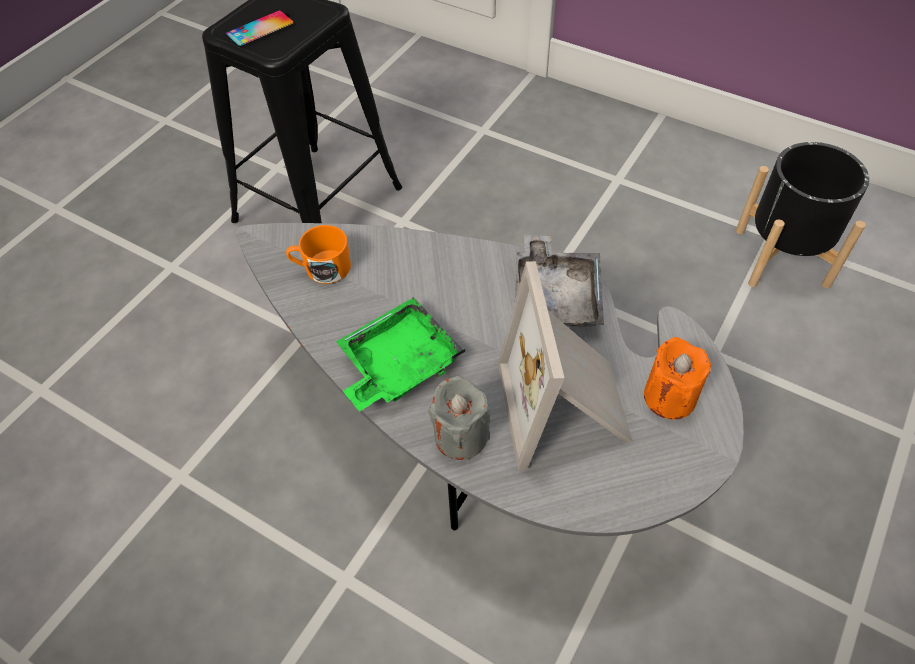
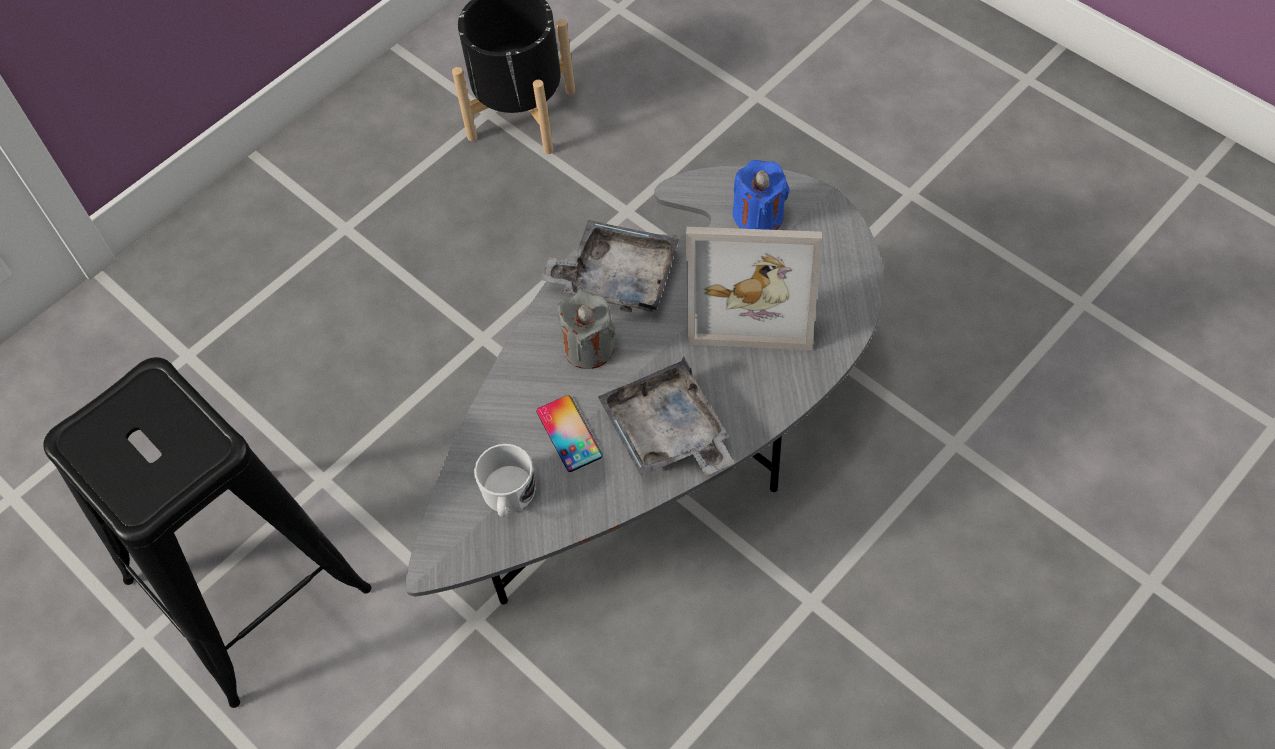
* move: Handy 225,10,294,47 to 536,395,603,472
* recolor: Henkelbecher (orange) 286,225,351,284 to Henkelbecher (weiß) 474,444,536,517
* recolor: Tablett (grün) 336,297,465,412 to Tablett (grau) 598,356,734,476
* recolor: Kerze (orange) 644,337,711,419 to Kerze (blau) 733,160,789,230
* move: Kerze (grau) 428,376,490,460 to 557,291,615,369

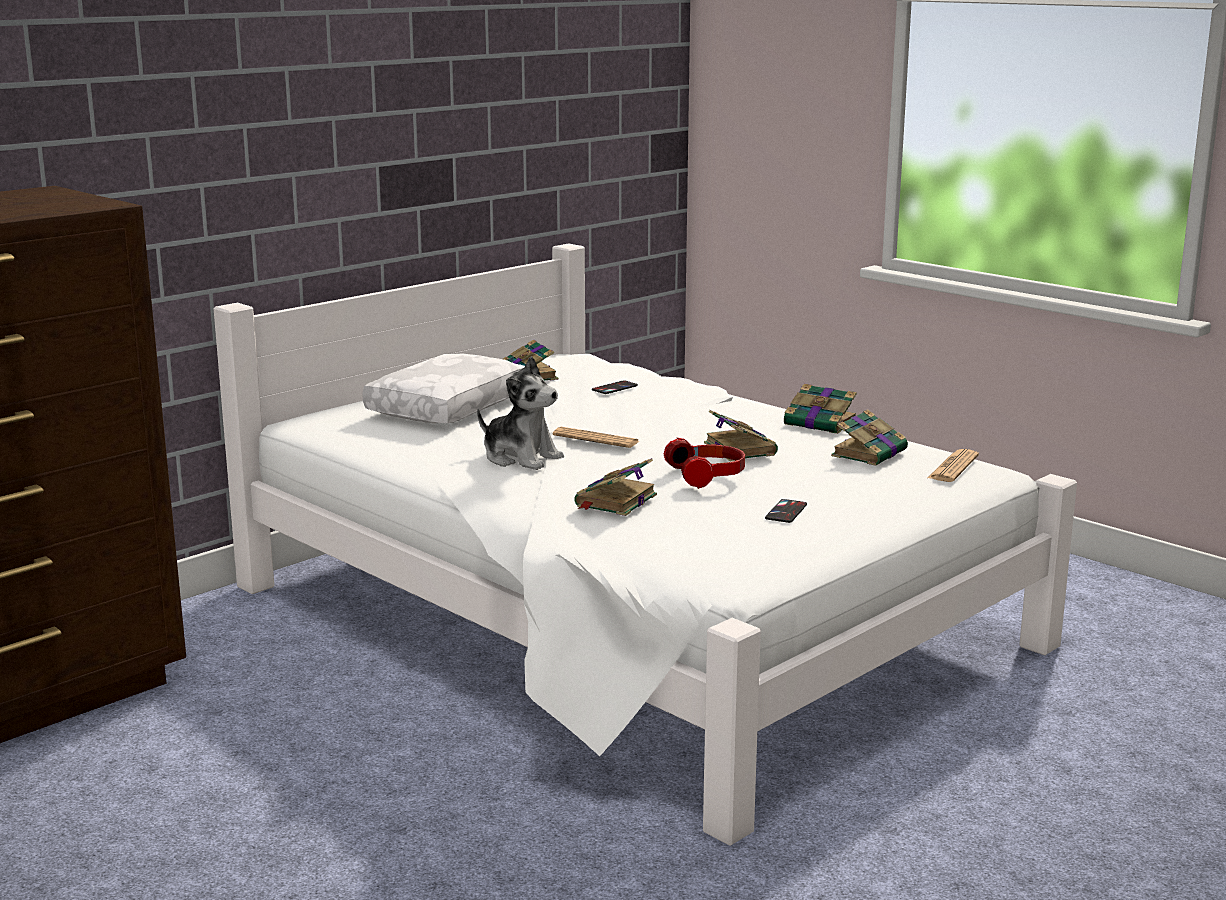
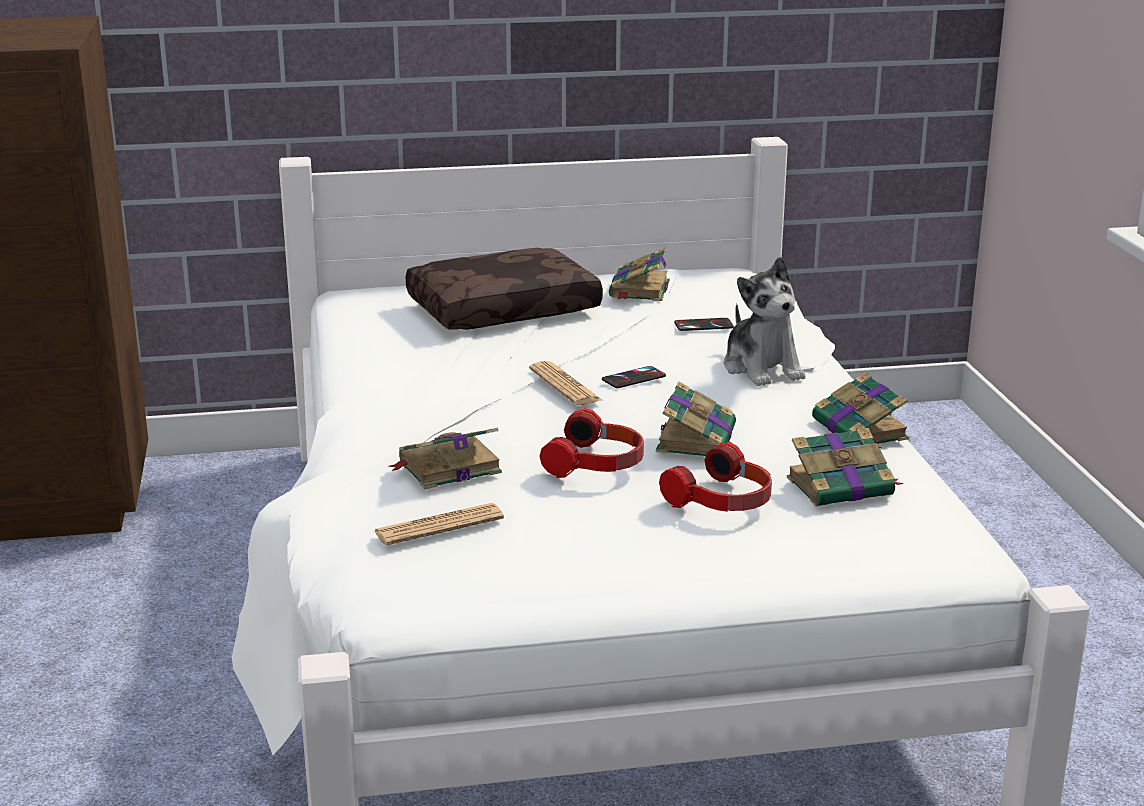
* recolor: Kissen (weiß) 362,354,525,424 to Kissen (braun) 406,248,603,330
* move: Plüschtier 477,356,564,470 to 724,257,806,386
* move: Zeitung 928,449,979,482 to 374,503,504,545
* move: Handy 765,499,807,523 to 602,366,666,388
* insert: Kopfhörer 659,442,772,512

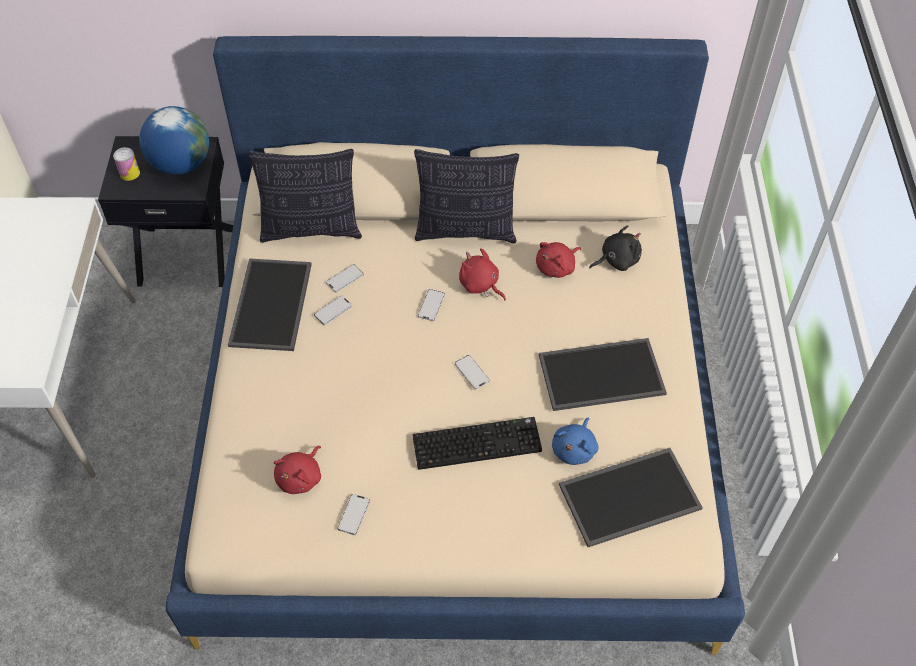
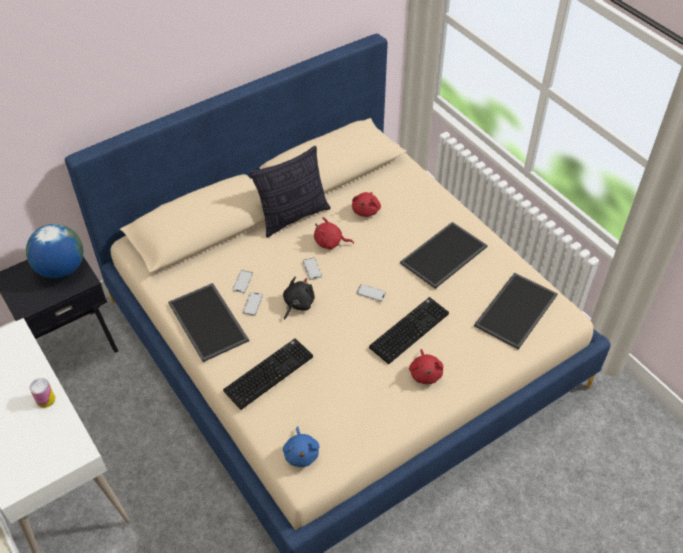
* move: Dose 113,147,140,181 to 29,378,55,408
* delete: Kissen 248,149,362,243
* move: Plüschtier (schwarz) 589,225,642,271 to 283,276,315,320
* move: Plüschtier (blau) 552,418,598,465 to 283,426,319,467
* move: Plüschtier (rot) 274,446,321,494 to 409,349,443,384
* delete: Handy 338,494,370,535
* insert: Tastatur 223,338,313,410

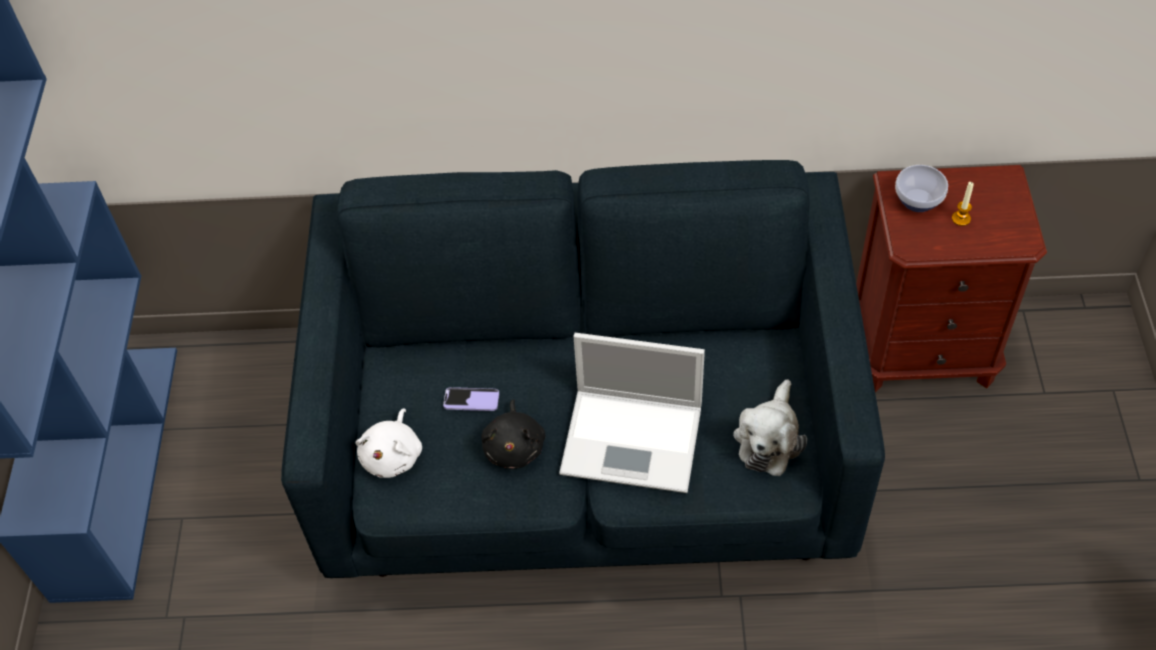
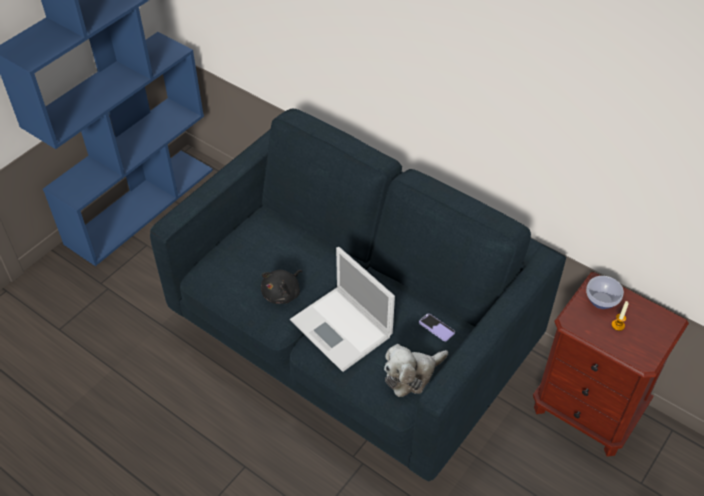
* move: Handy 443,387,499,411 to 419,313,455,341
* delete: Plüschtier (weiß) 355,408,422,478

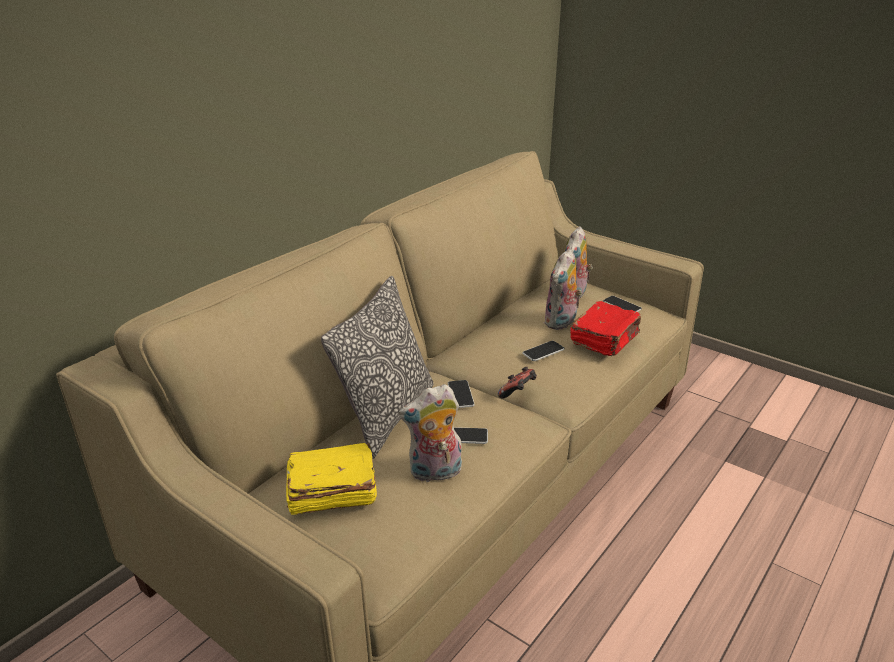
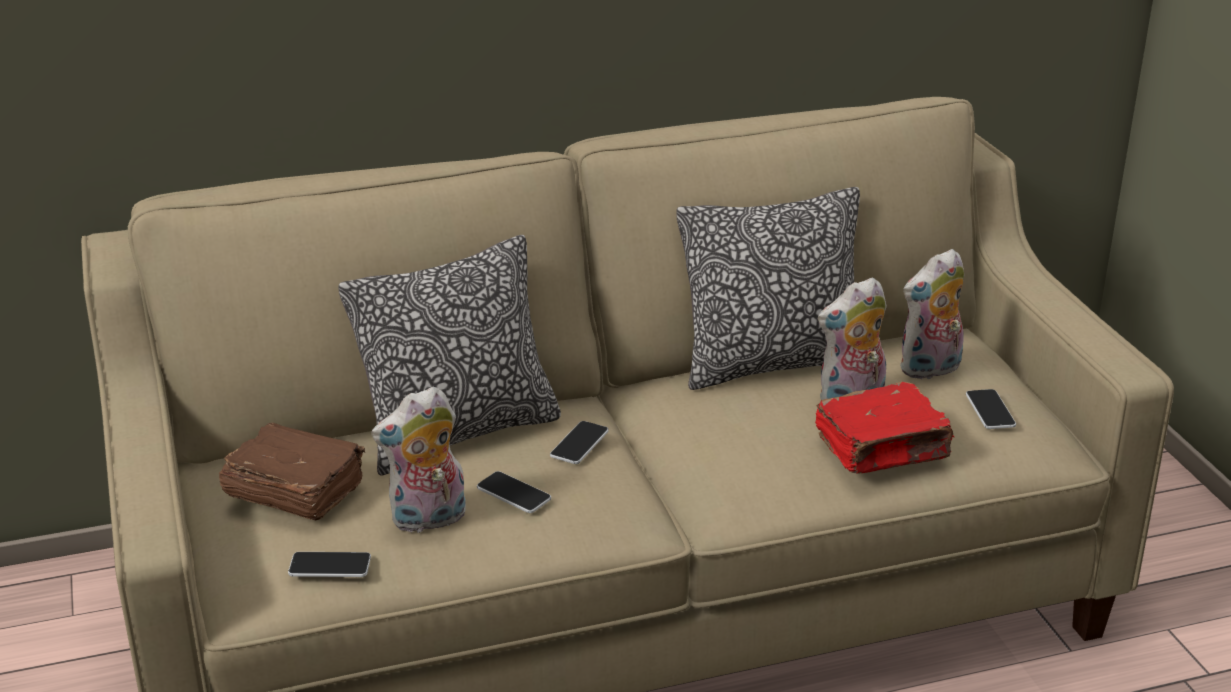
* move: Handy 522,341,564,361 to 288,552,371,577
* delete: Gamepad 498,367,537,398
* rotate: Plüschtier 399,384,462,483 = 371,387,466,534 45 degrees counterclockwise
* recolor: Buch (gelb) 286,443,377,515 to Buch (braun) 219,423,365,520
* insert: Kissen 676,187,860,390

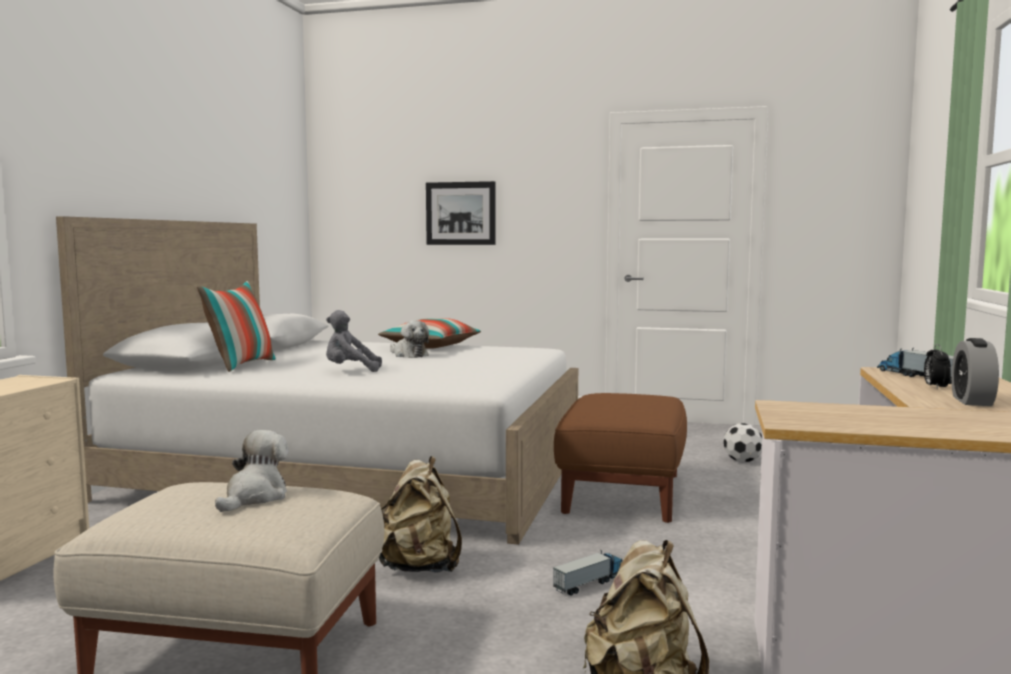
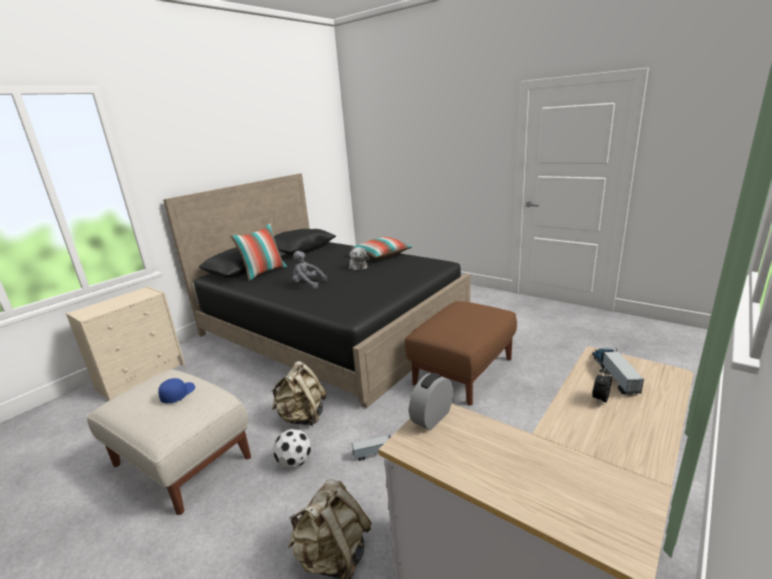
* delete: Bild 426,181,495,245
* recolor: Bett (weiß) 56,216,578,545 to Bett (schwarz) 163,173,470,408
* move: Wecker 951,338,999,406 to 409,373,453,430
* move: Fußball 723,423,762,462 to 273,429,311,468
* replace: Plüschtier 215,430,289,512 to Kappe (blau) 158,378,195,403

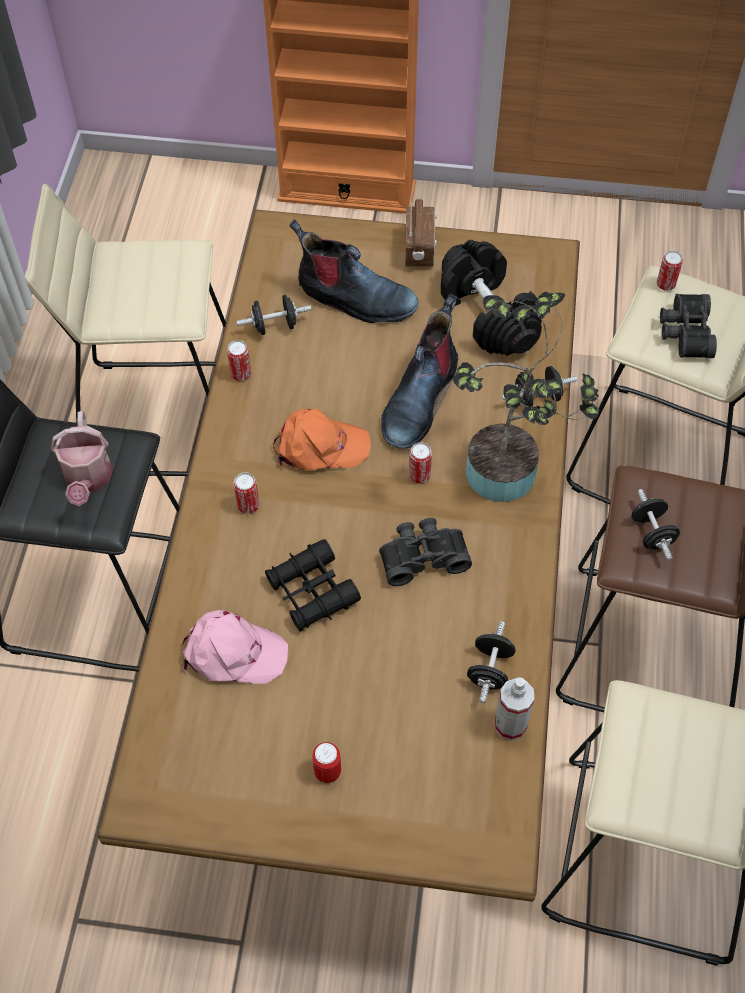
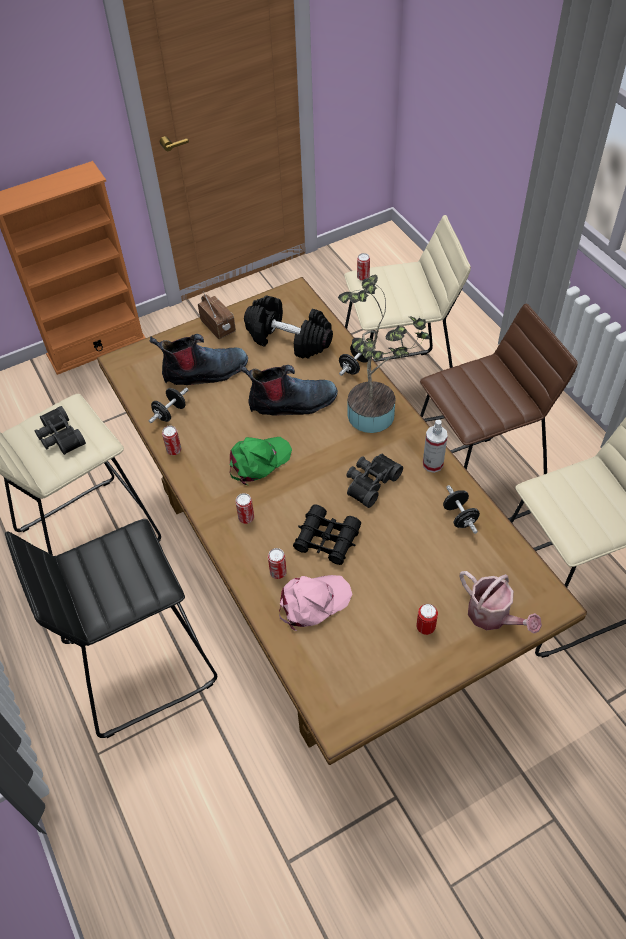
* rotate: Stiefel 381,294,458,449 = 240,364,338,415 90 degrees counterclockwise
* move: Fernglas (schwarz) 660,294,717,358 to 35,406,86,455
* recolor: Kappe (orange) 273,408,371,470 to Kappe (grün) 230,437,292,485
* move: Gießkanne 51,411,114,506 to 459,571,542,634
* move: Dose 409,442,432,484 to 268,548,287,579
* delete: Hantel (schwarz) 631,489,680,560
* move: Sprühflasche 495,677,534,741 to 423,420,448,473

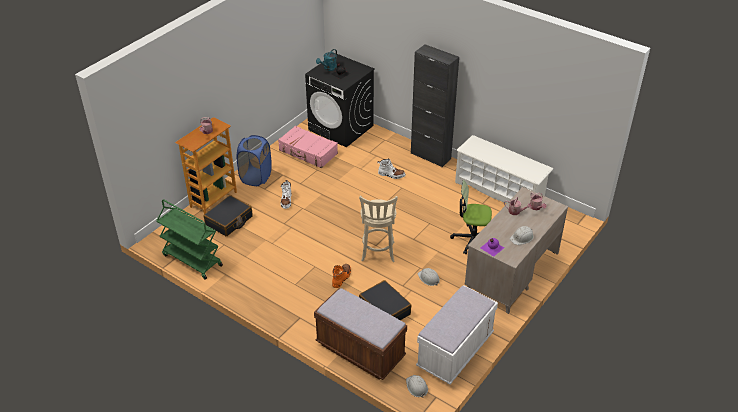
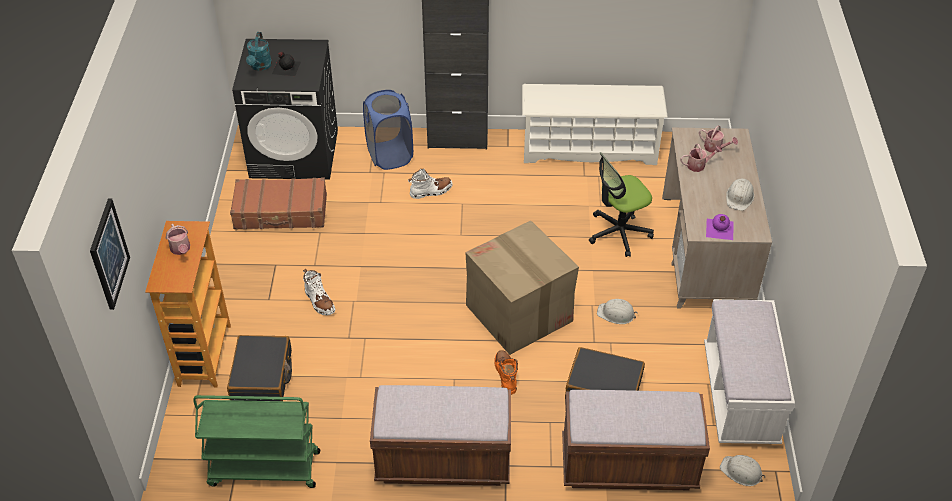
* recolor: Koffer (rosa) 278,126,338,168 to Koffer (braun) 230,178,327,229
* move: Wäschekorb (blau) 237,135,272,186 to 363,90,413,170
* replace: Hocker (beige) 359,195,398,262 to Karton 465,221,579,355
* insert: Bild 90,198,130,310
* insert: Bank (braun) 370,385,511,486

